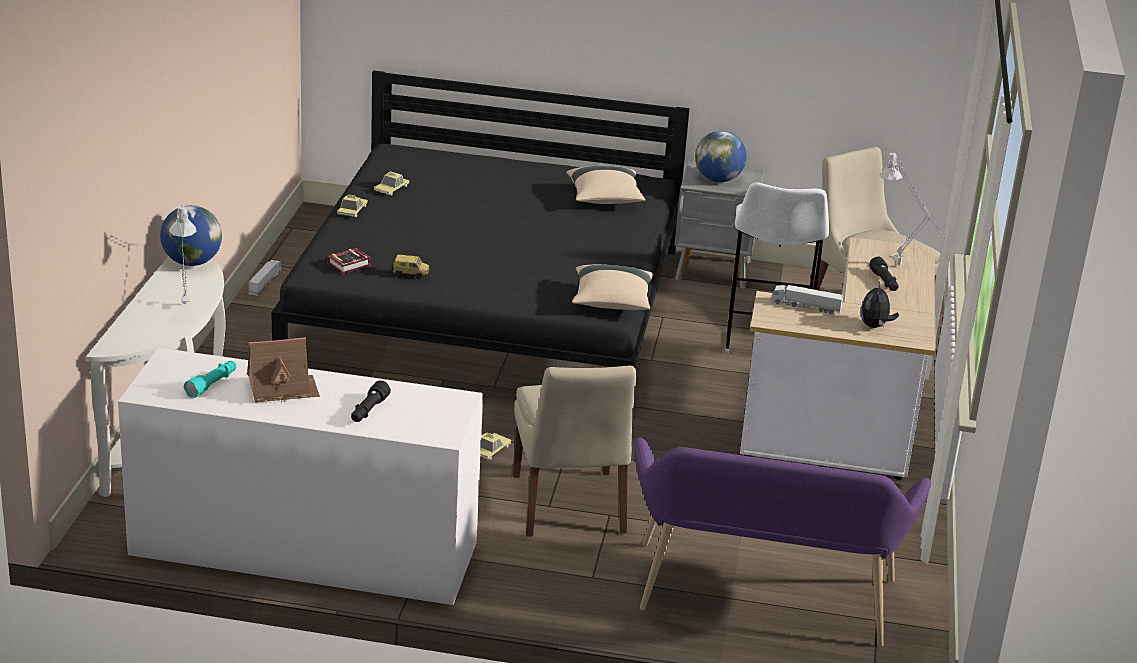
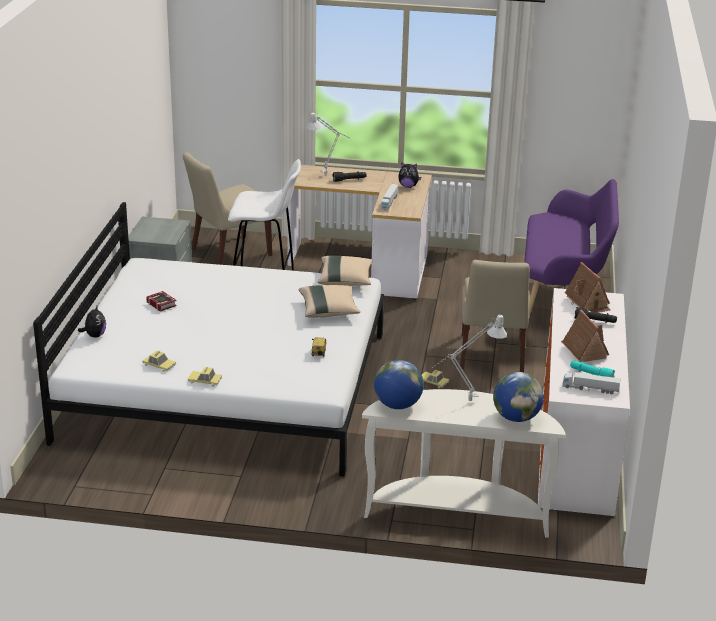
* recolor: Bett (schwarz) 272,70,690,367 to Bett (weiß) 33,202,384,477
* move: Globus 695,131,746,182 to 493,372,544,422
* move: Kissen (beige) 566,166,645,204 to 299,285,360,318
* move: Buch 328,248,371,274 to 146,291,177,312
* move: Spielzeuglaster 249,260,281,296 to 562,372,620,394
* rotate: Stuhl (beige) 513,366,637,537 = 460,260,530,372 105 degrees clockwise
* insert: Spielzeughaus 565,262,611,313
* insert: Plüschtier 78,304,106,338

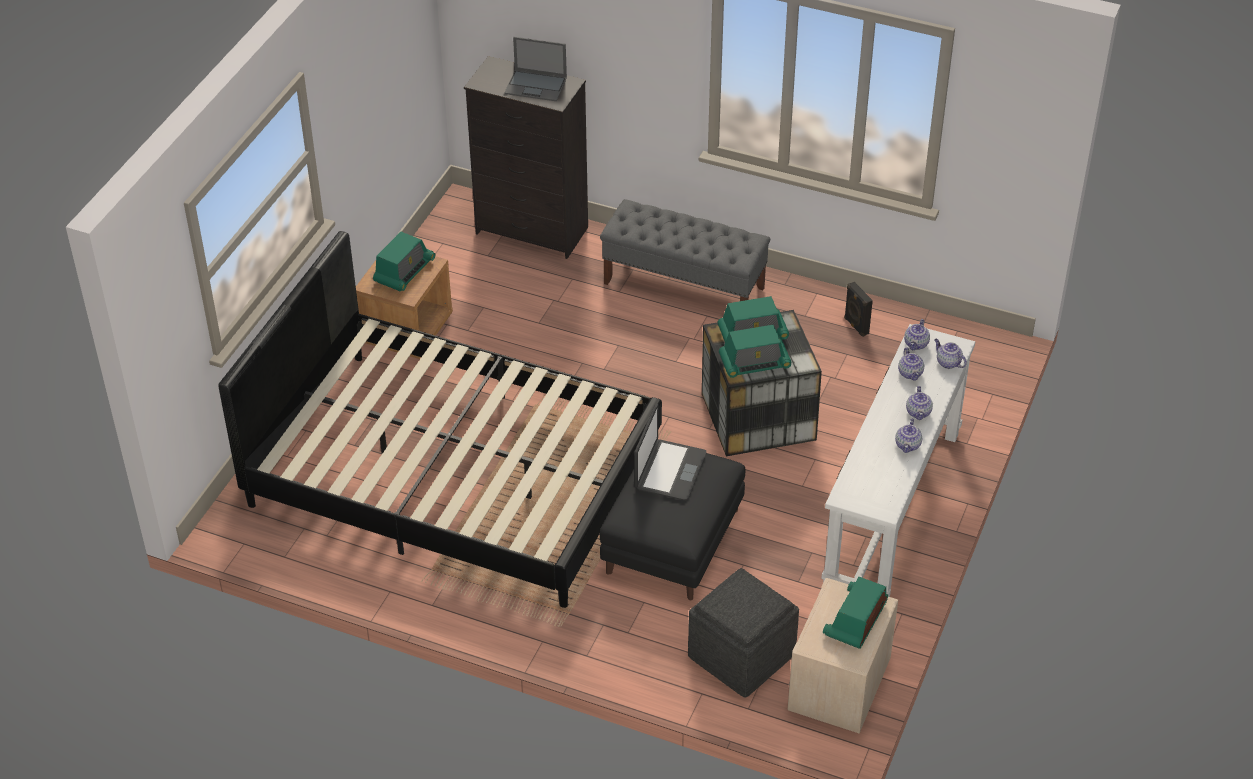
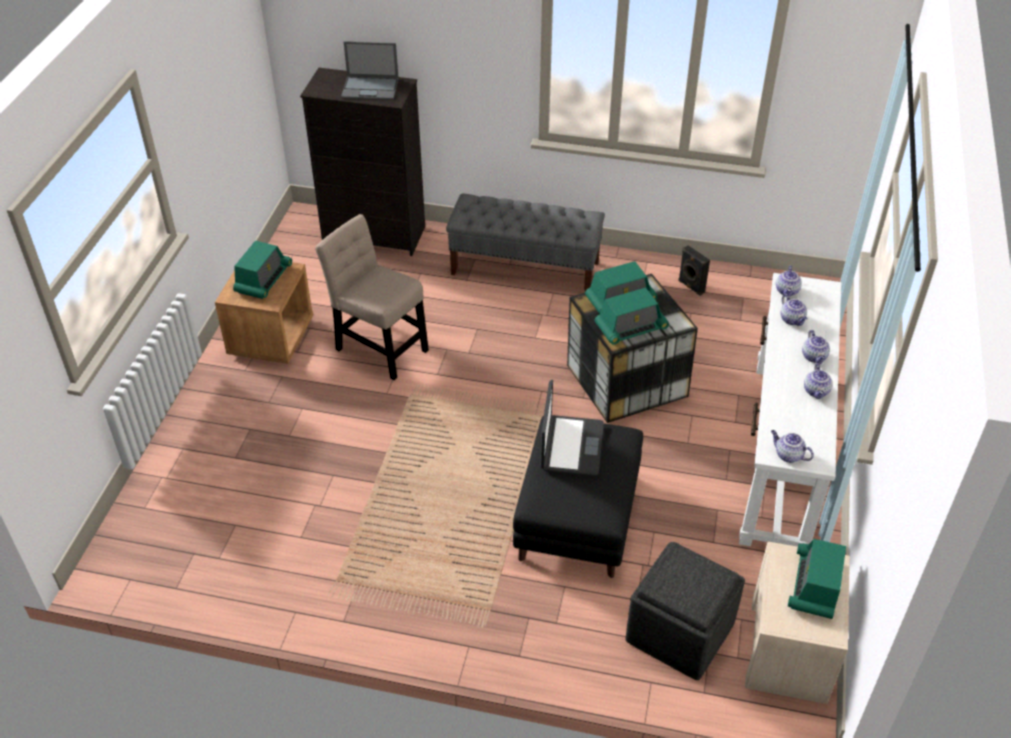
* delete: Bett (schwarz) 218,231,662,608
* move: Teekanne 934,339,967,369 to 771,430,814,463
* insert: Stuhl (beige) 315,214,429,380

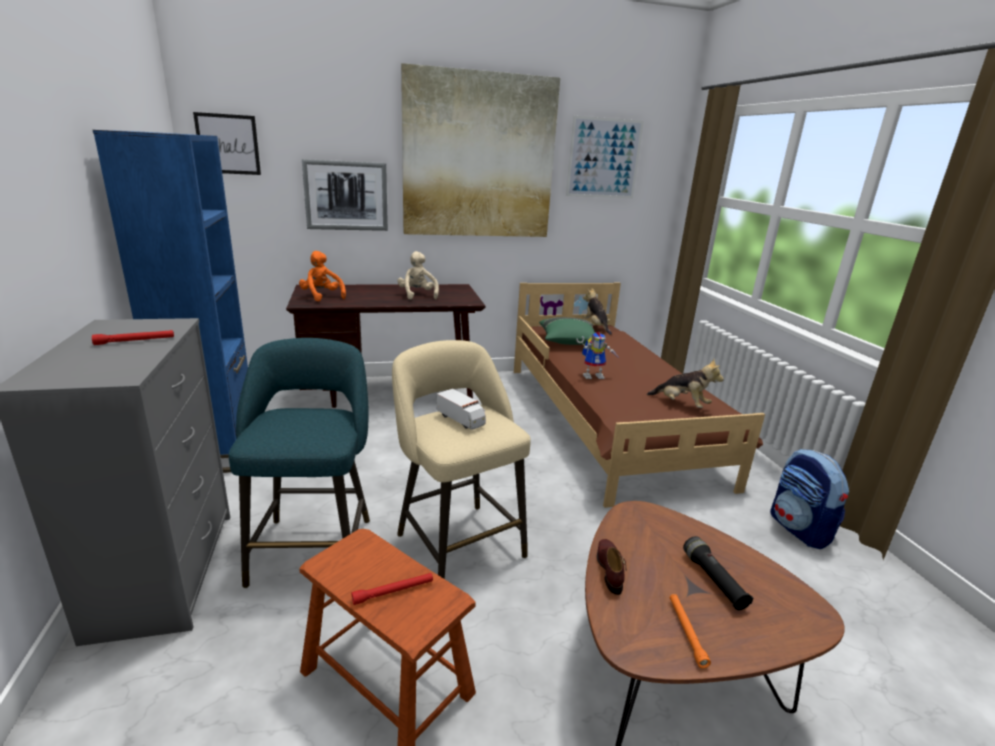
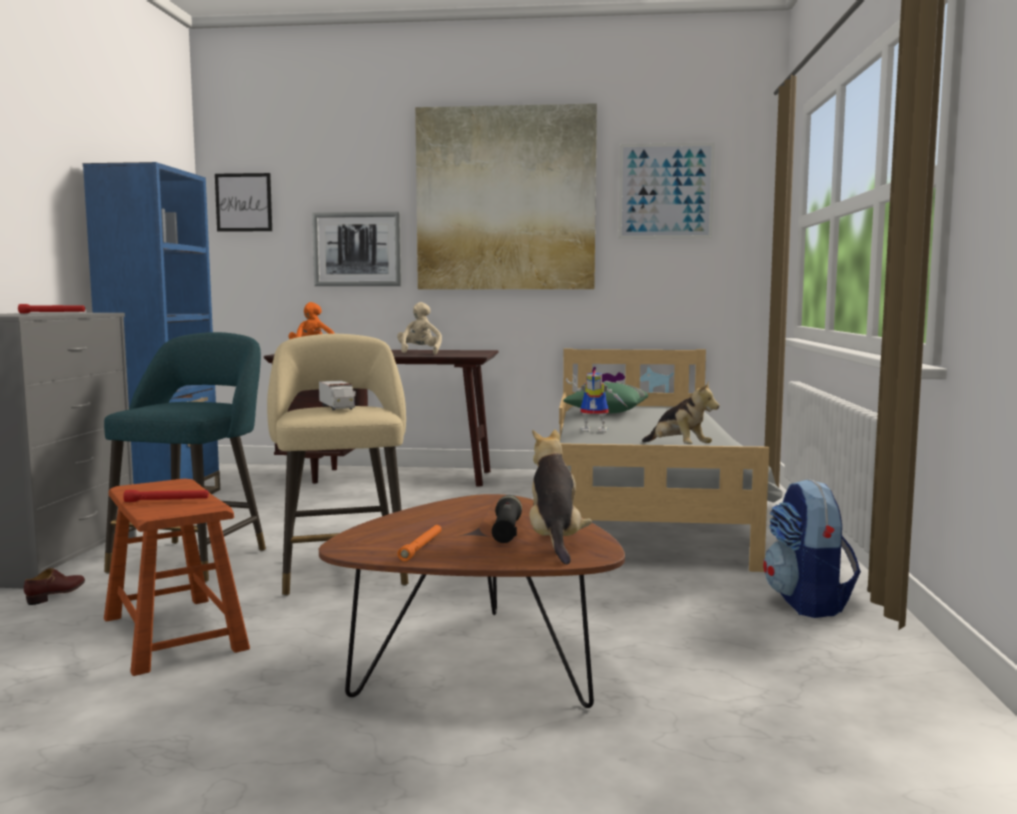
* recolor: Bett (braun) 514,283,765,508 to Bett (grau) 559,349,783,572
* move: Plüschtier 583,288,612,335 to 530,429,592,564
* move: Schuh (braun) 597,539,626,595 to 24,568,85,605

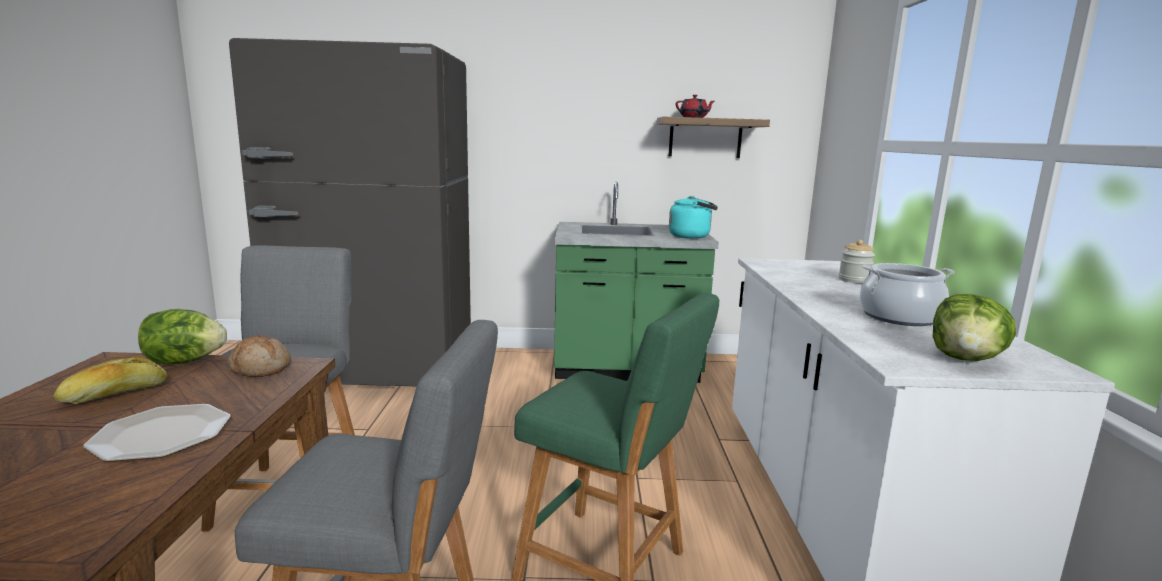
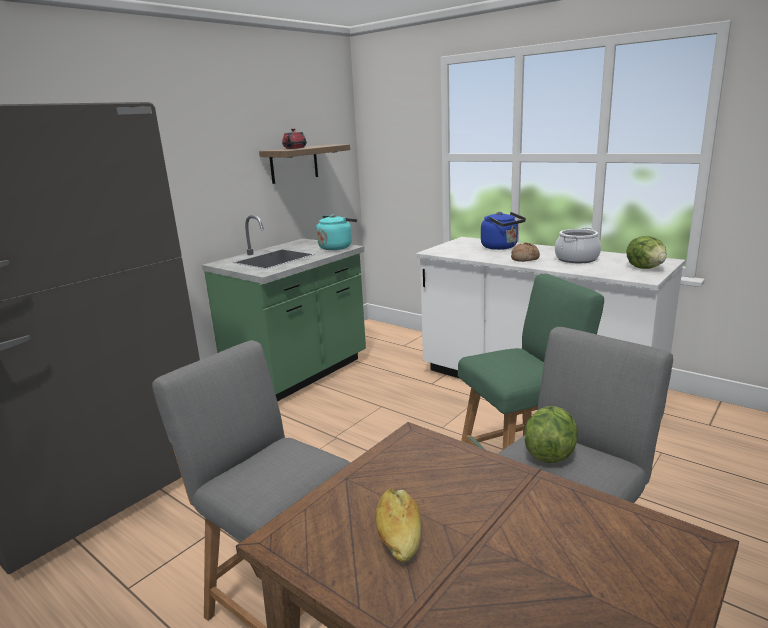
* replace: Vorratsglas 839,240,875,283 to Wasserkessel (blau) 481,212,526,250
* move: Salatkopf 138,309,227,364 to 525,406,578,463
* move: Brot 227,335,291,377 to 511,243,540,262
* delete: Teller 83,404,231,462

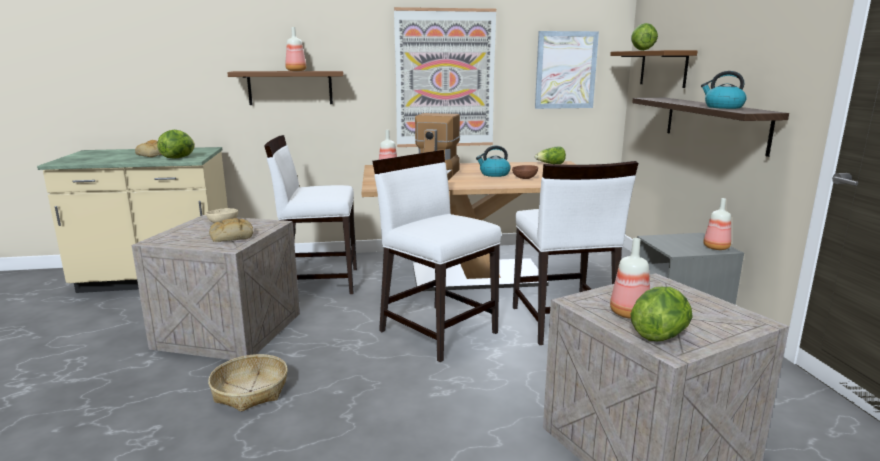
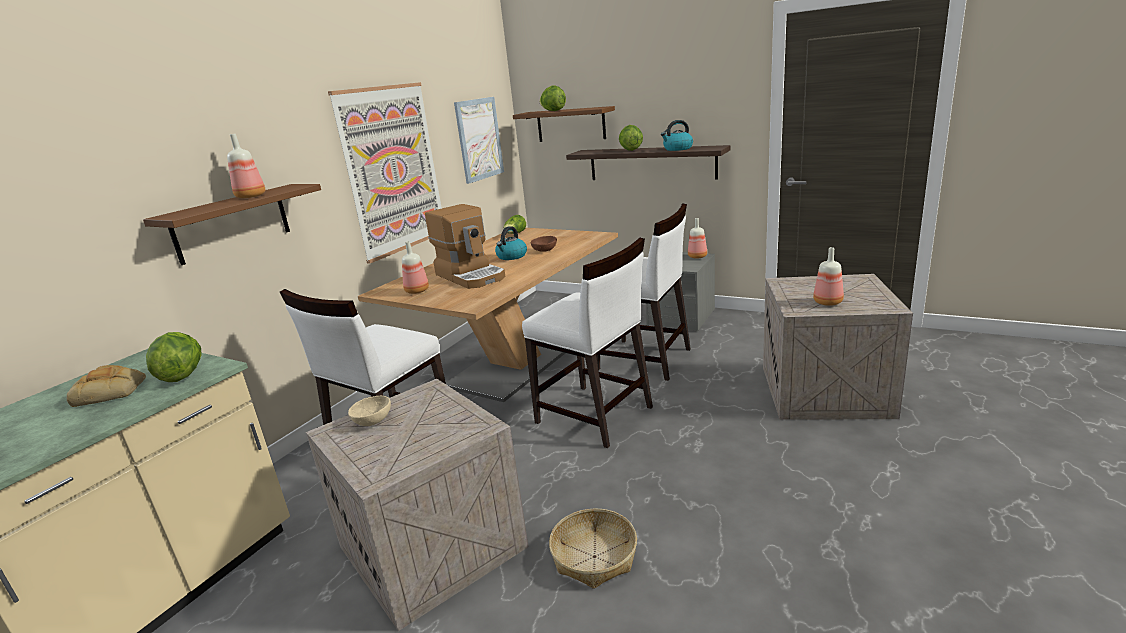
* rotate: Stuhl (weiß) 372,150,501,362 = 522,238,653,448 135 degrees counterclockwise
* delete: Brot 209,218,253,242
* move: Salatkopf 630,287,693,341 to 619,125,643,151

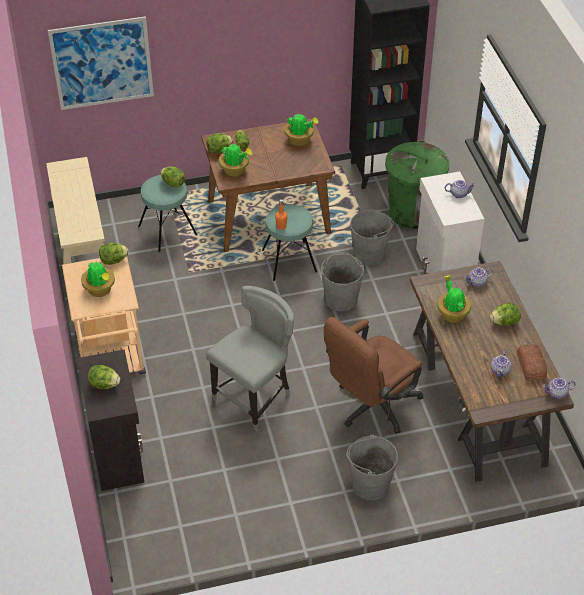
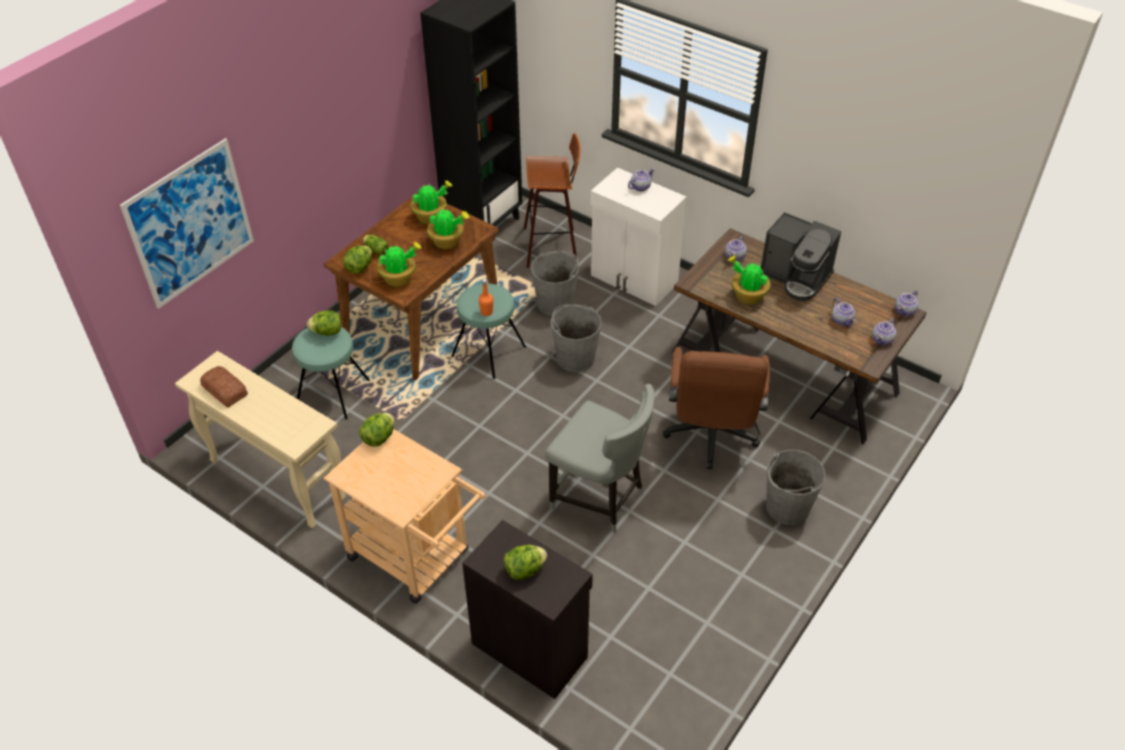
* replace: Mülleimer (grün) 385,142,449,229 to Hocker 524,133,580,268
* move: Topfpflanze 81,261,115,297 to 427,207,469,249
* rotate: Stuhl (grau) 206,286,294,431 = 545,384,655,533 120 degrees clockwise
* replace: Salatkopf 490,303,521,326 to Kaffeemaschine 761,212,841,301
* move: Brot 517,344,547,381 to 200,366,248,408
* insert: Teekanne 872,318,896,345

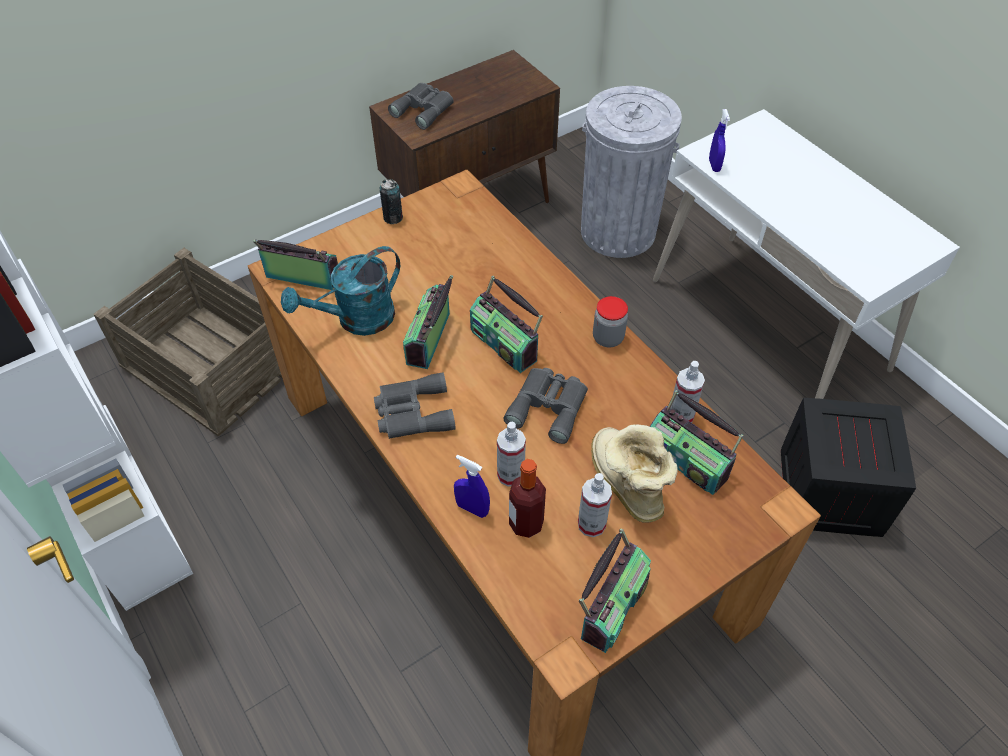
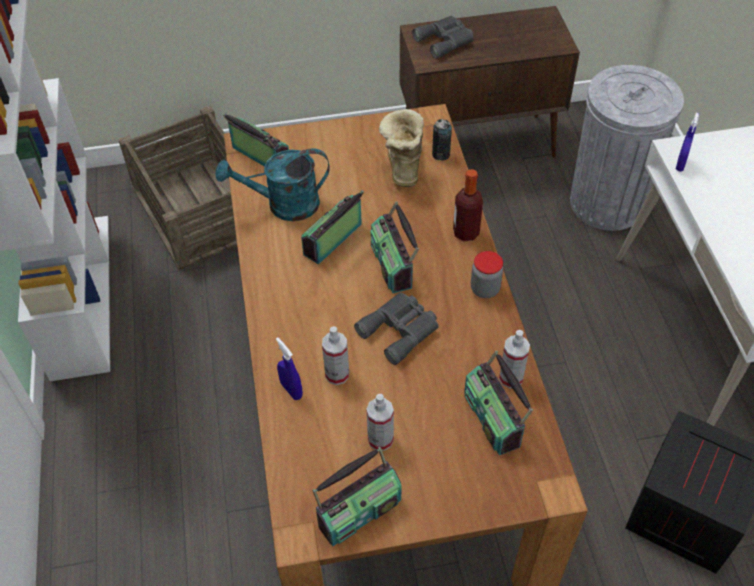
* move: Dose 380,179,403,224 to 432,119,452,161
* delete: Fernglas (grau) 374,372,456,439
* move: Stiefel 591,424,678,523 to 379,109,424,187
* move: Flasche 509,459,546,538 to 453,169,483,241

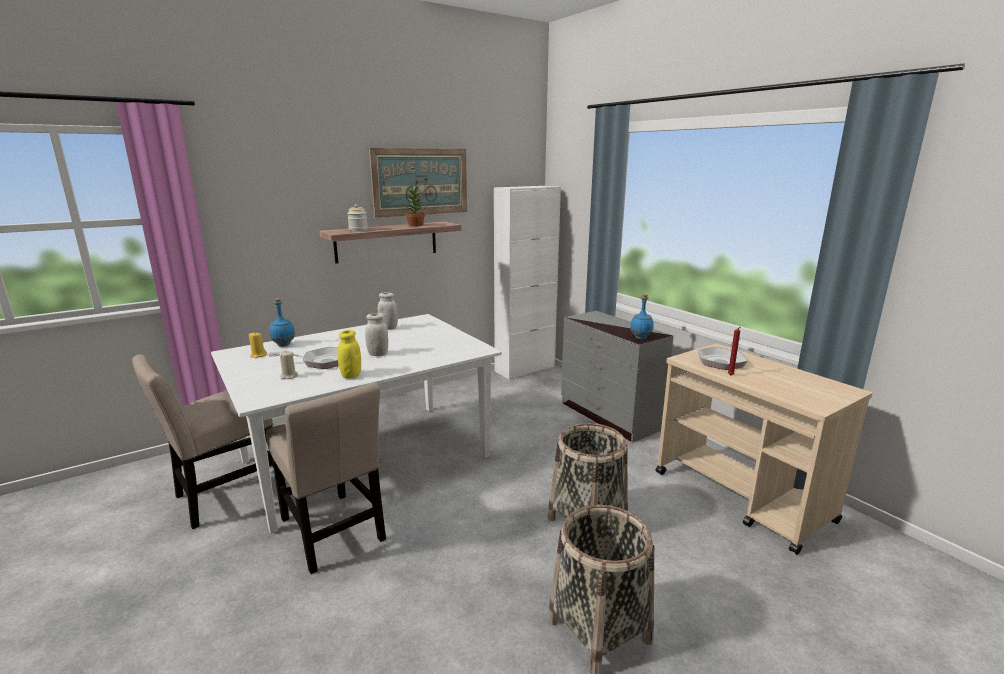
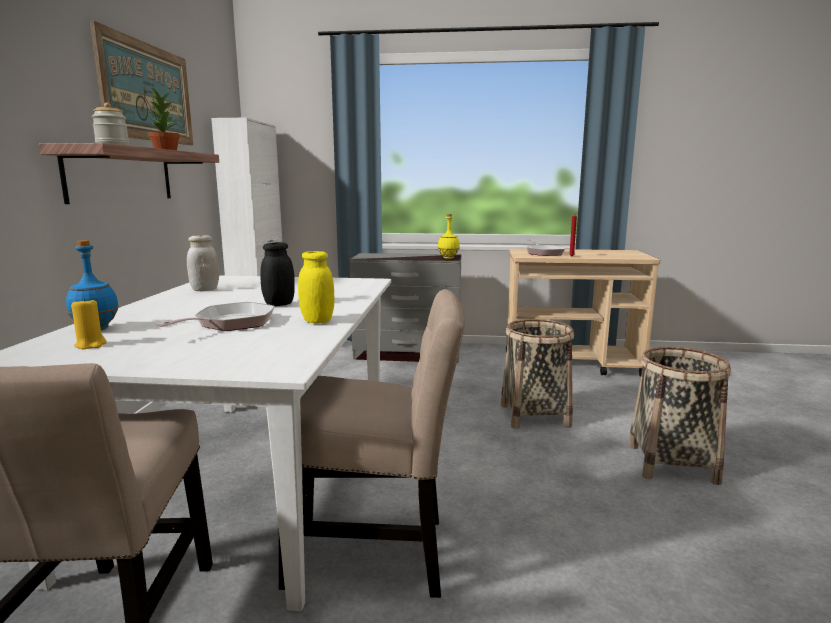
* recolor: Flasche (blau) 630,294,654,339 to Flasche (gelb) 438,214,460,259
* recolor: Vorratsglas (weiß) 365,313,388,356 to Vorratsglas (schwarz) 260,242,295,306
* delete: Kerze (beige) 280,350,298,379

